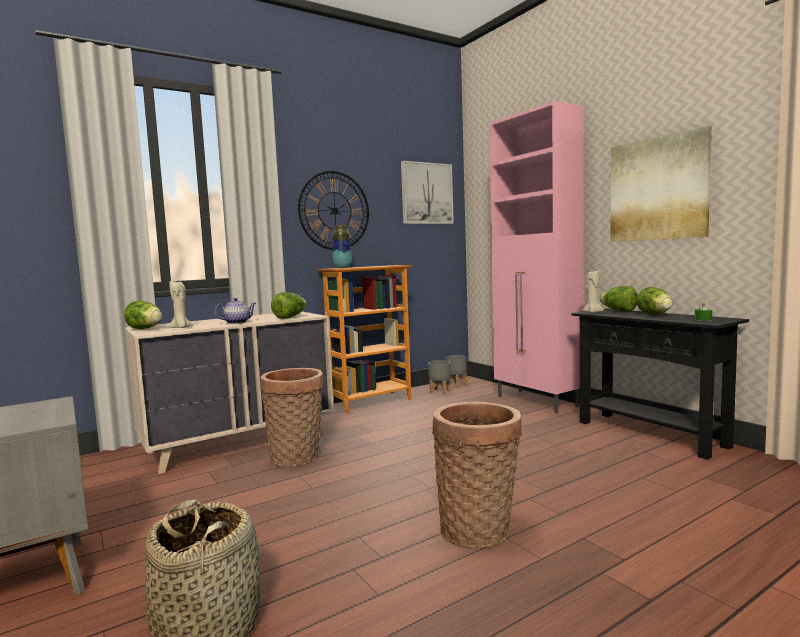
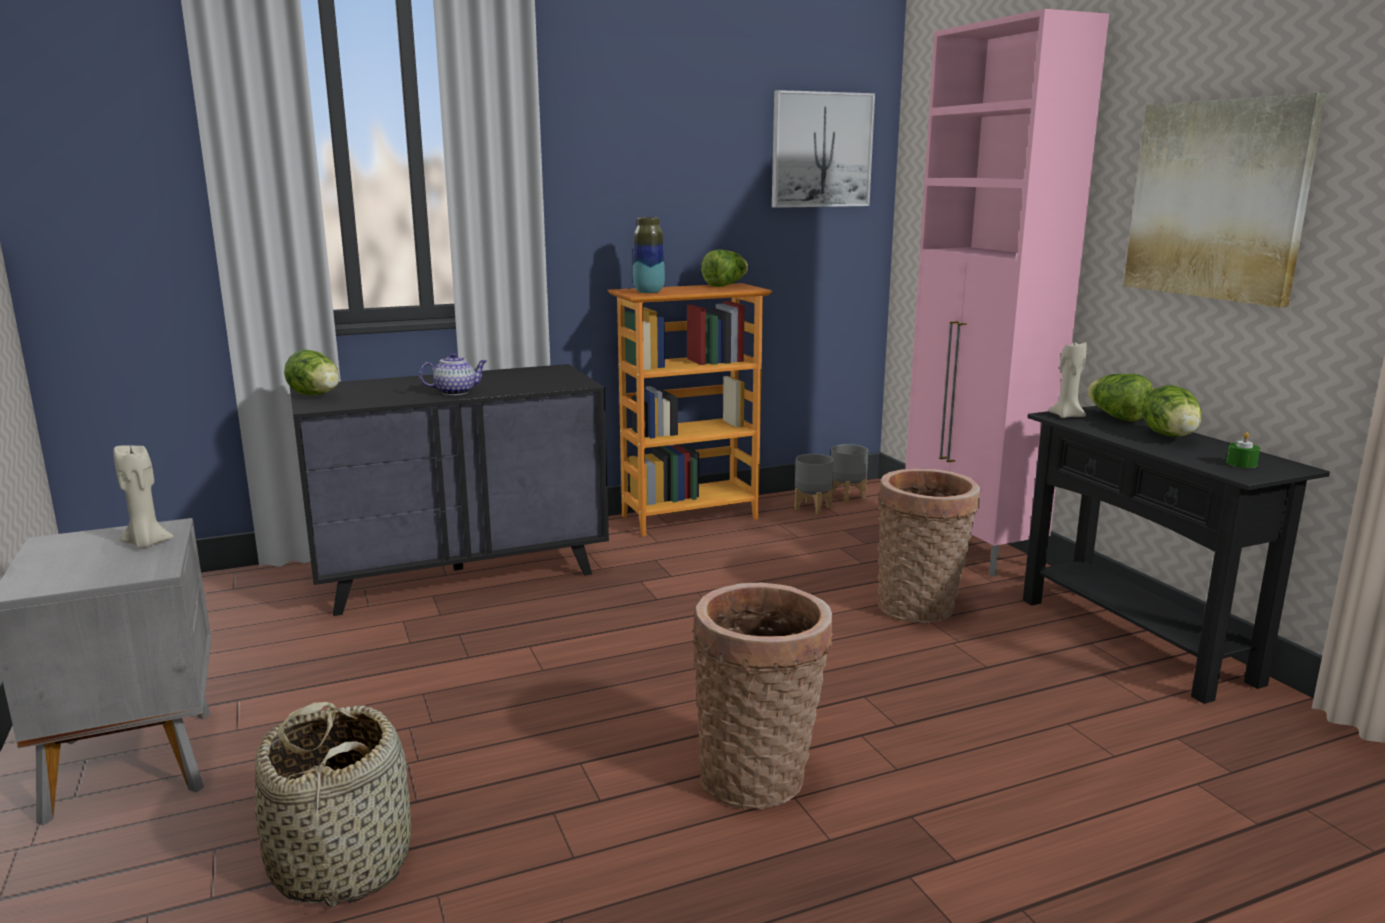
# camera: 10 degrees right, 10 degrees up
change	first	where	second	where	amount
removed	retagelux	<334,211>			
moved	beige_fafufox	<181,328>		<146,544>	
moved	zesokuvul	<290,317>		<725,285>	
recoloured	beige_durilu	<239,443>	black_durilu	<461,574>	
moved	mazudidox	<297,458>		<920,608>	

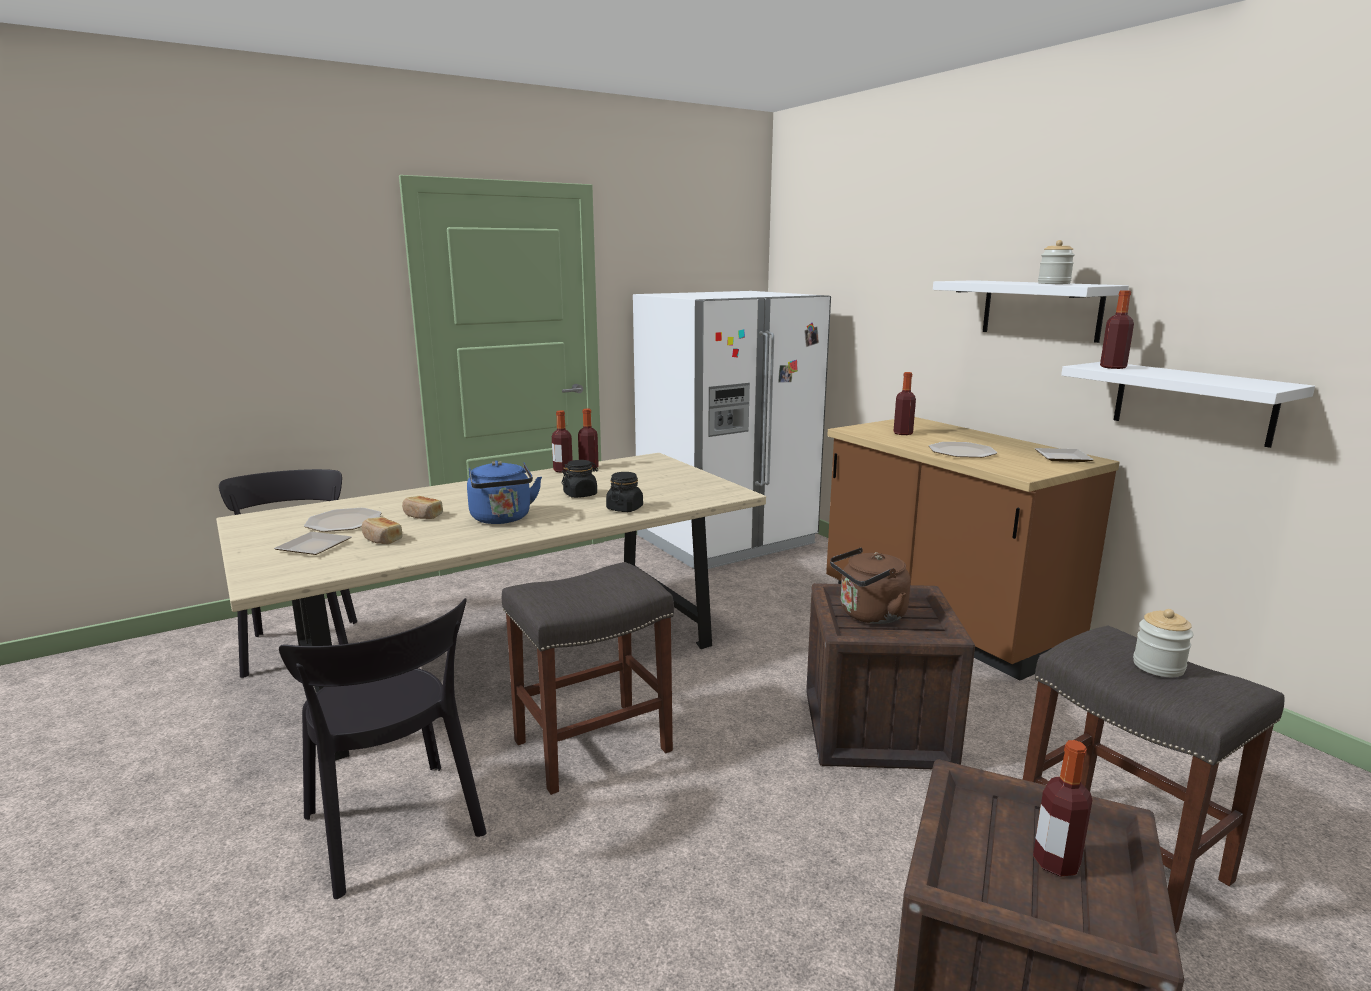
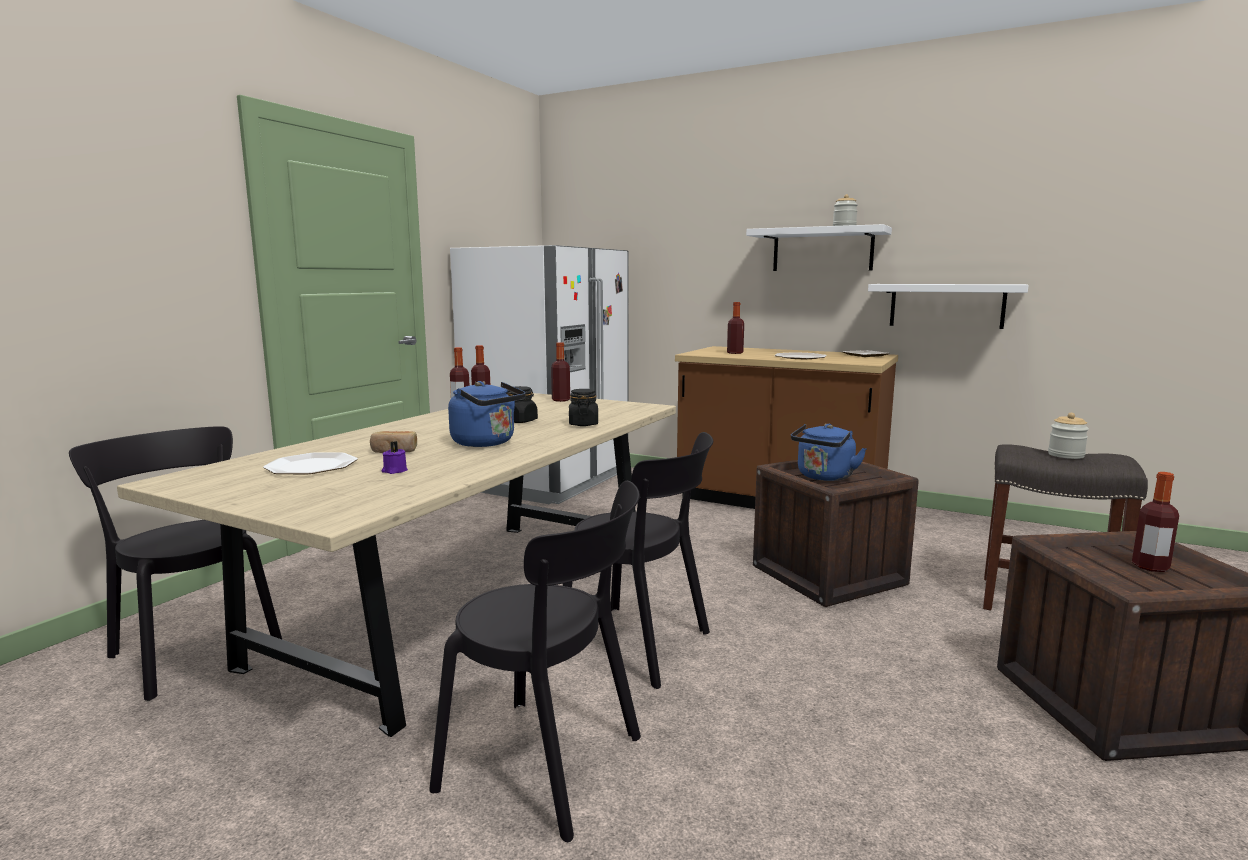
# camera: 30 degrees left, 5 degrees down
change	first	where	second	where	amount
moved	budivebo	<1113,367>		<561,400>	
replaced	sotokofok	<381,539>	purple_fafufox	<394,471>	
removed	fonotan	<314,546>			
recoloured	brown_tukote	<869,615>	blue_tukote	<824,477>	
replaced	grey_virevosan	<591,747>	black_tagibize	<640,646>	

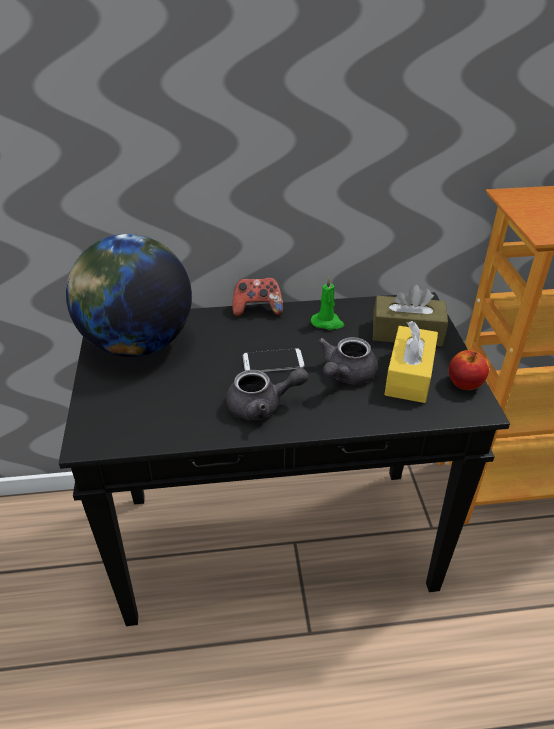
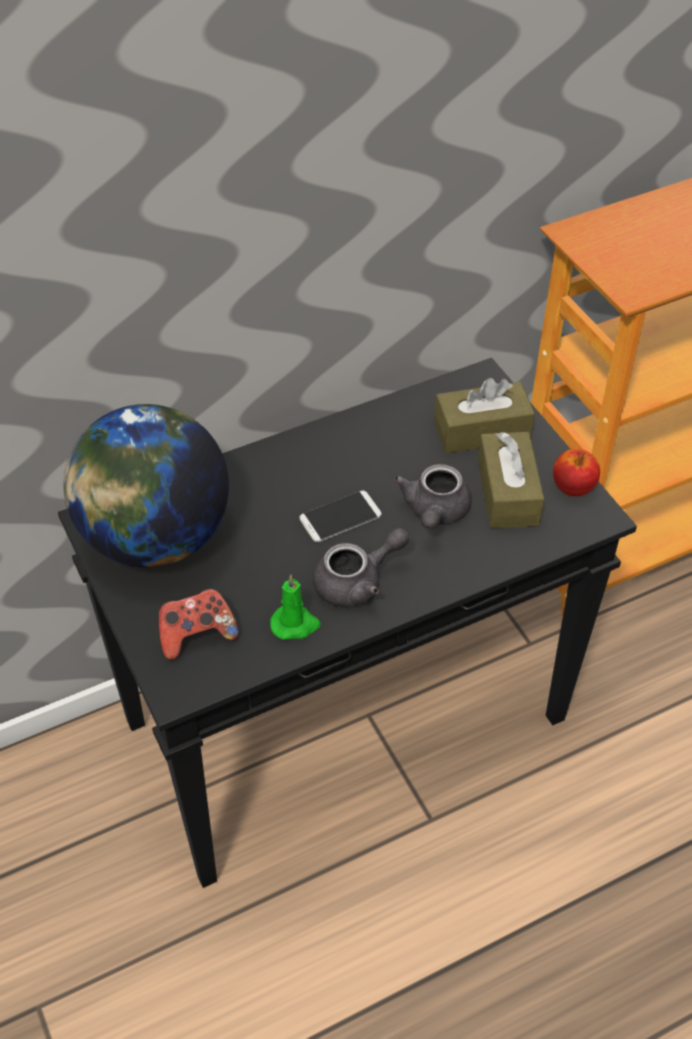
# camera: 20 degrees left, 10 degrees up
change	first	where	second	where	amount
moved	green_fafufox	<327,323>		<295,624>	
moved	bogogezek	<257,309>		<197,635>	
recoloured	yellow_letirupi	<409,375>	brown_letirupi	<507,493>	

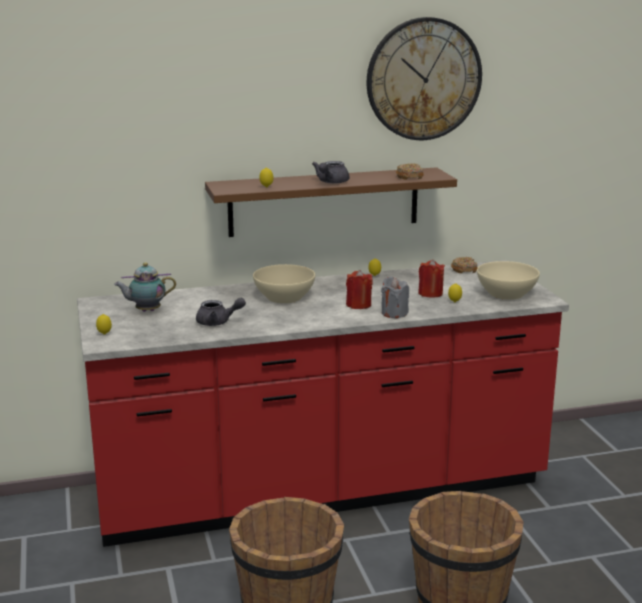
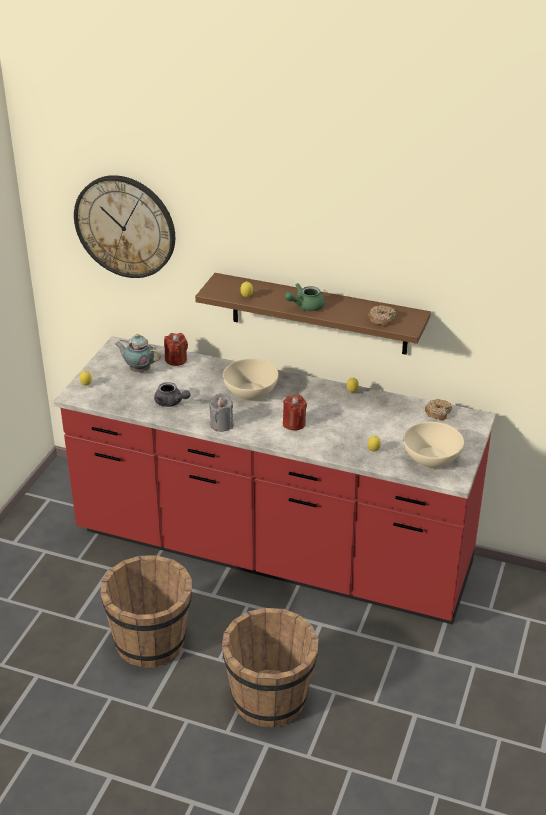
# camera: 35 degrees right, 15 degrees up
change	first	where	second	where	amount
moved	retagelux	<423,79>		<125,226>	
recoloured	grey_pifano	<330,182>	green_pifano	<305,306>	
moved	red_fafufox	<430,293>		<176,360>	
moved	grey_fafufox	<394,313>		<221,425>	

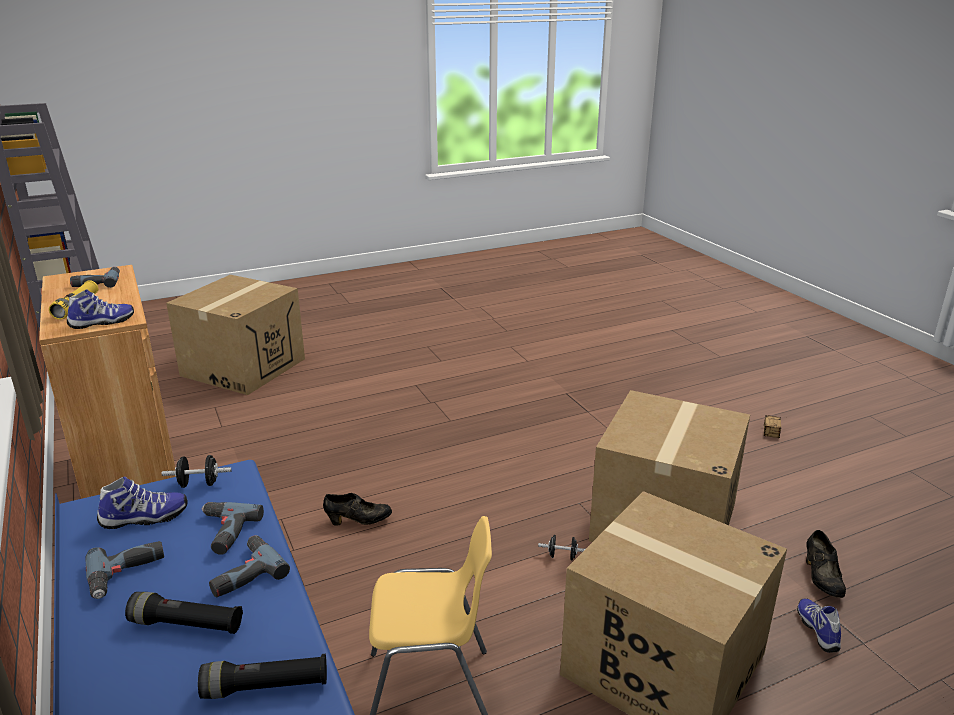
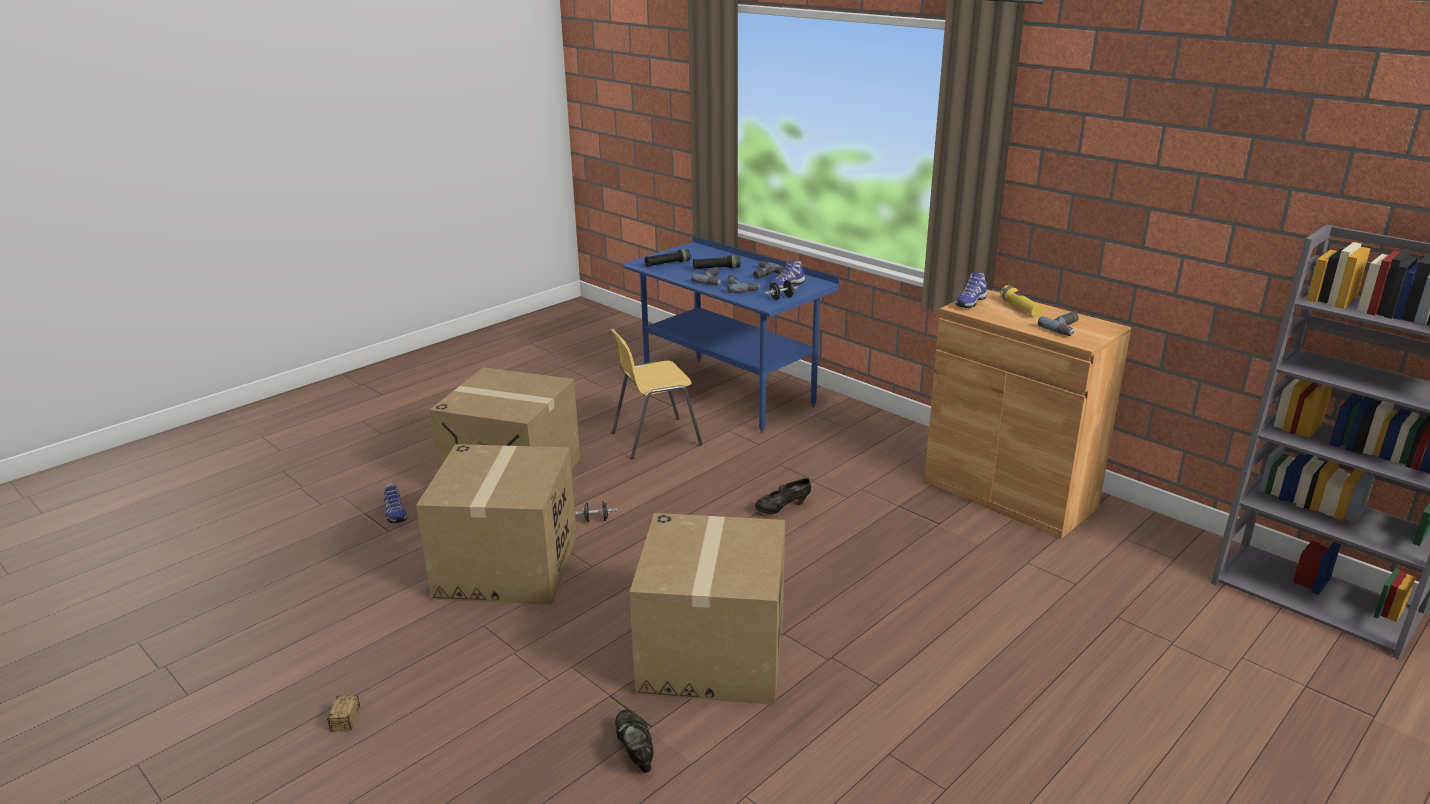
# camera: 160 degrees right, 0 degrees up
change	first	where	second	where	amount
moved	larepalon	<243,367>		<713,653>	
moved	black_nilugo	<821,579>		<635,750>	

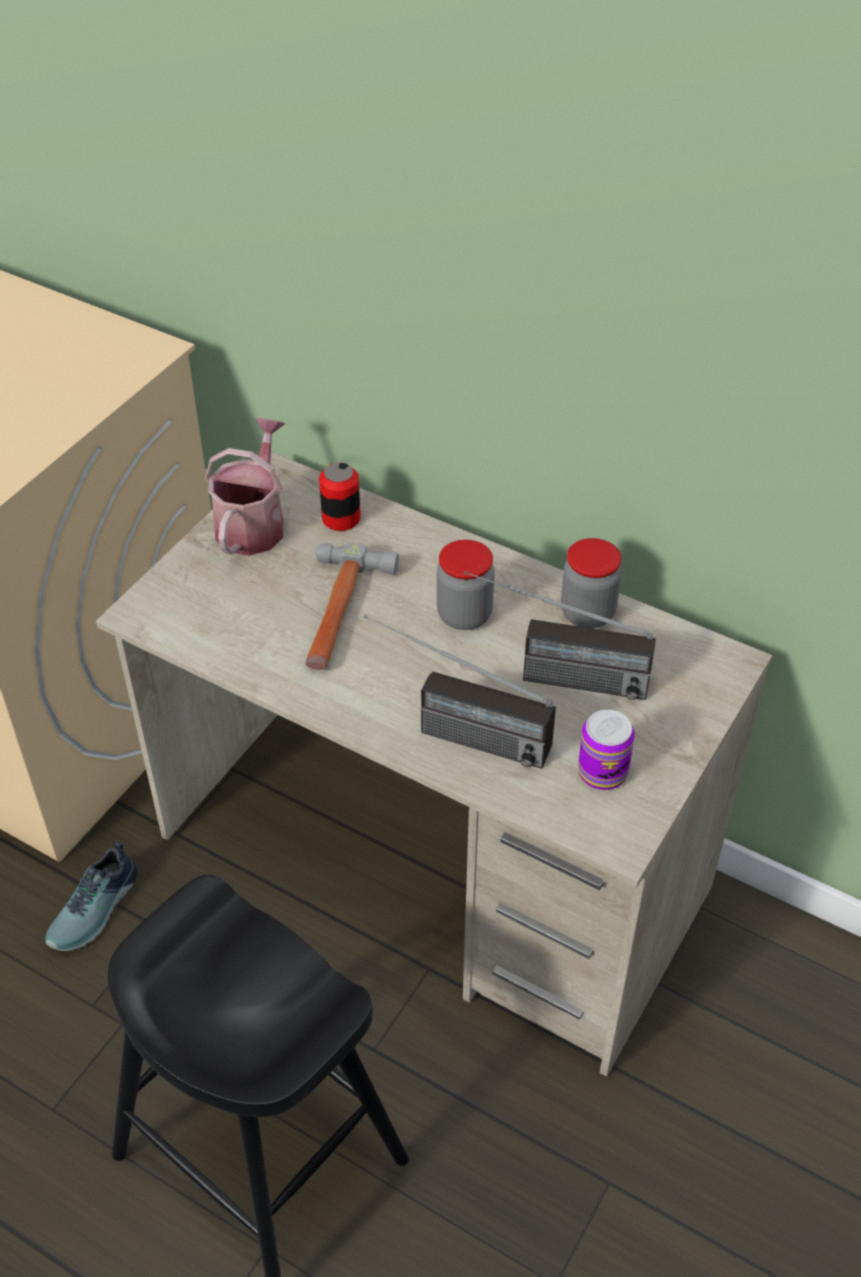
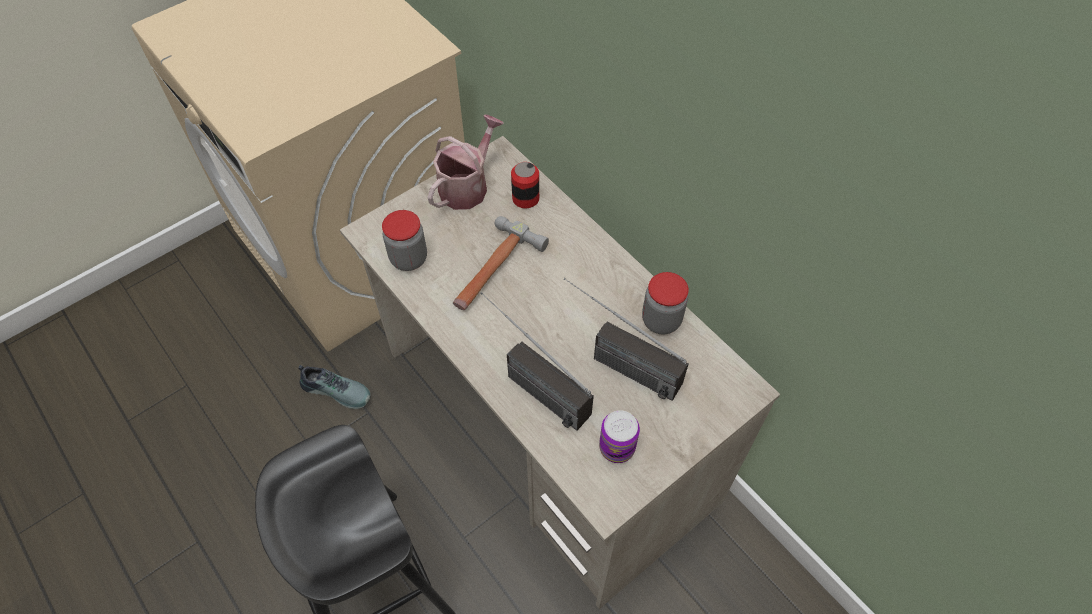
# camera: 20 degrees right, 10 degrees up
change	first	where	second	where	amount
moved	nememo	<464,615>		<409,258>	
turned	nilugo	<96,910>		<337,389>	120 degrees counterclockwise

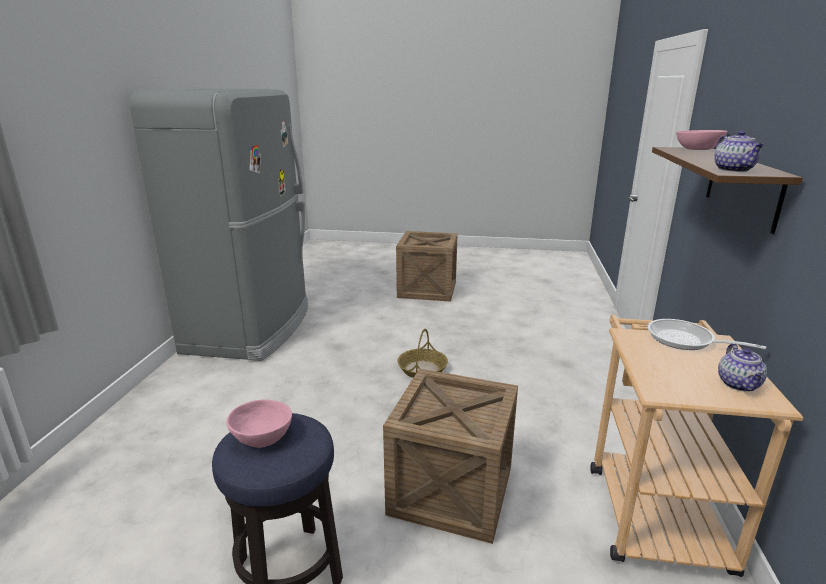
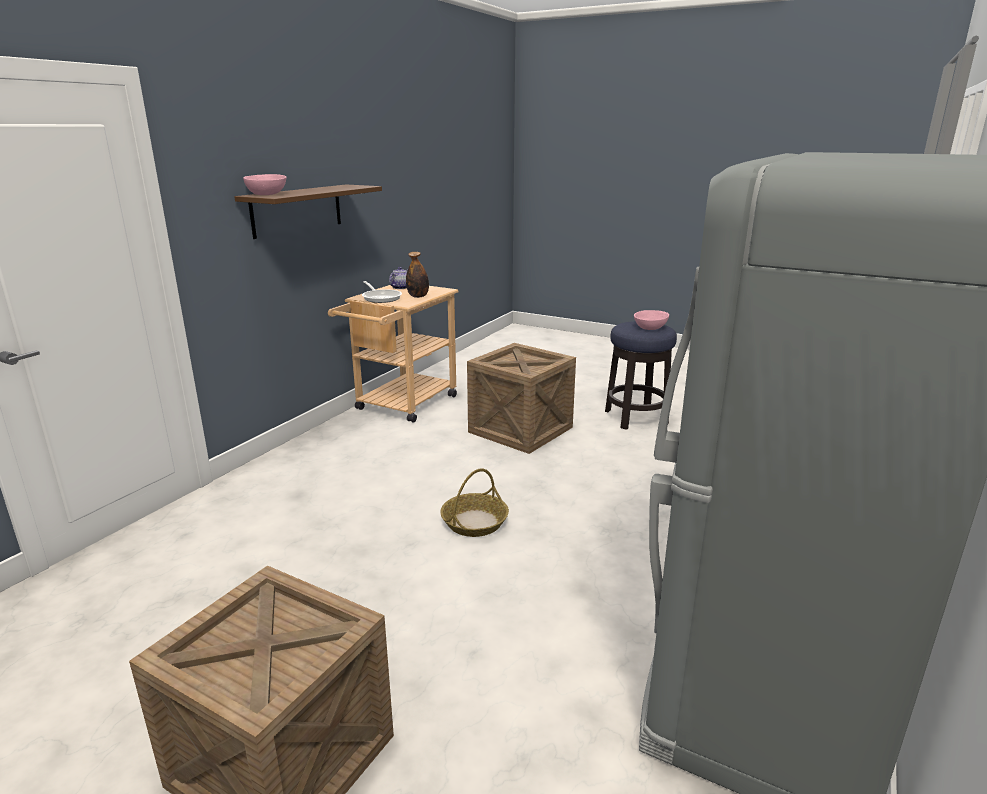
# camera: 160 degrees left, 0 degrees up
change	first	where	second	where	amount
removed	pifano	<734,170>			
added			budivebo	<418,296>	

